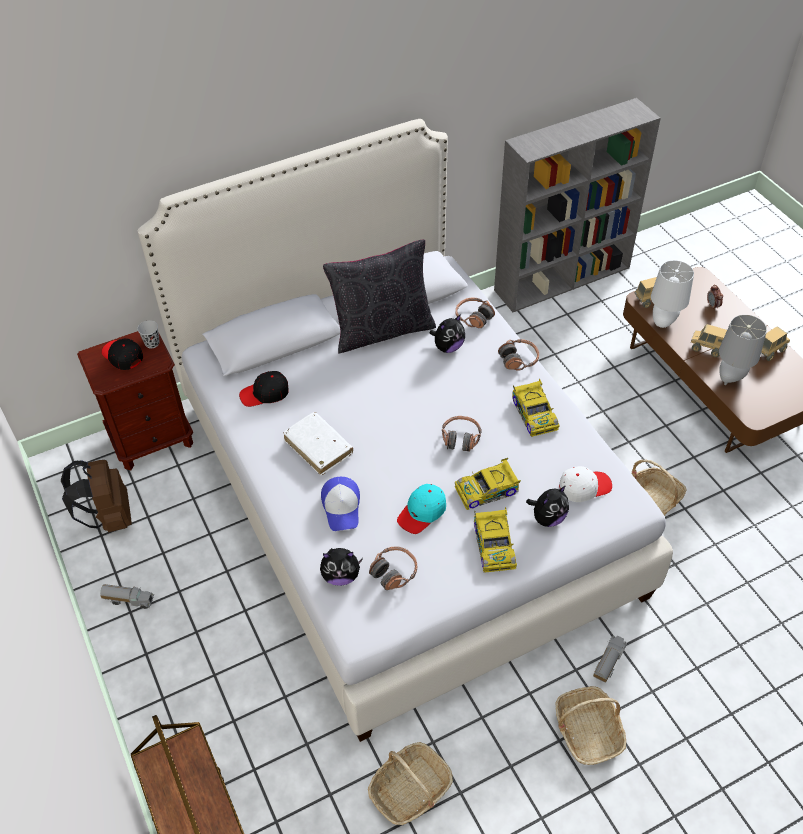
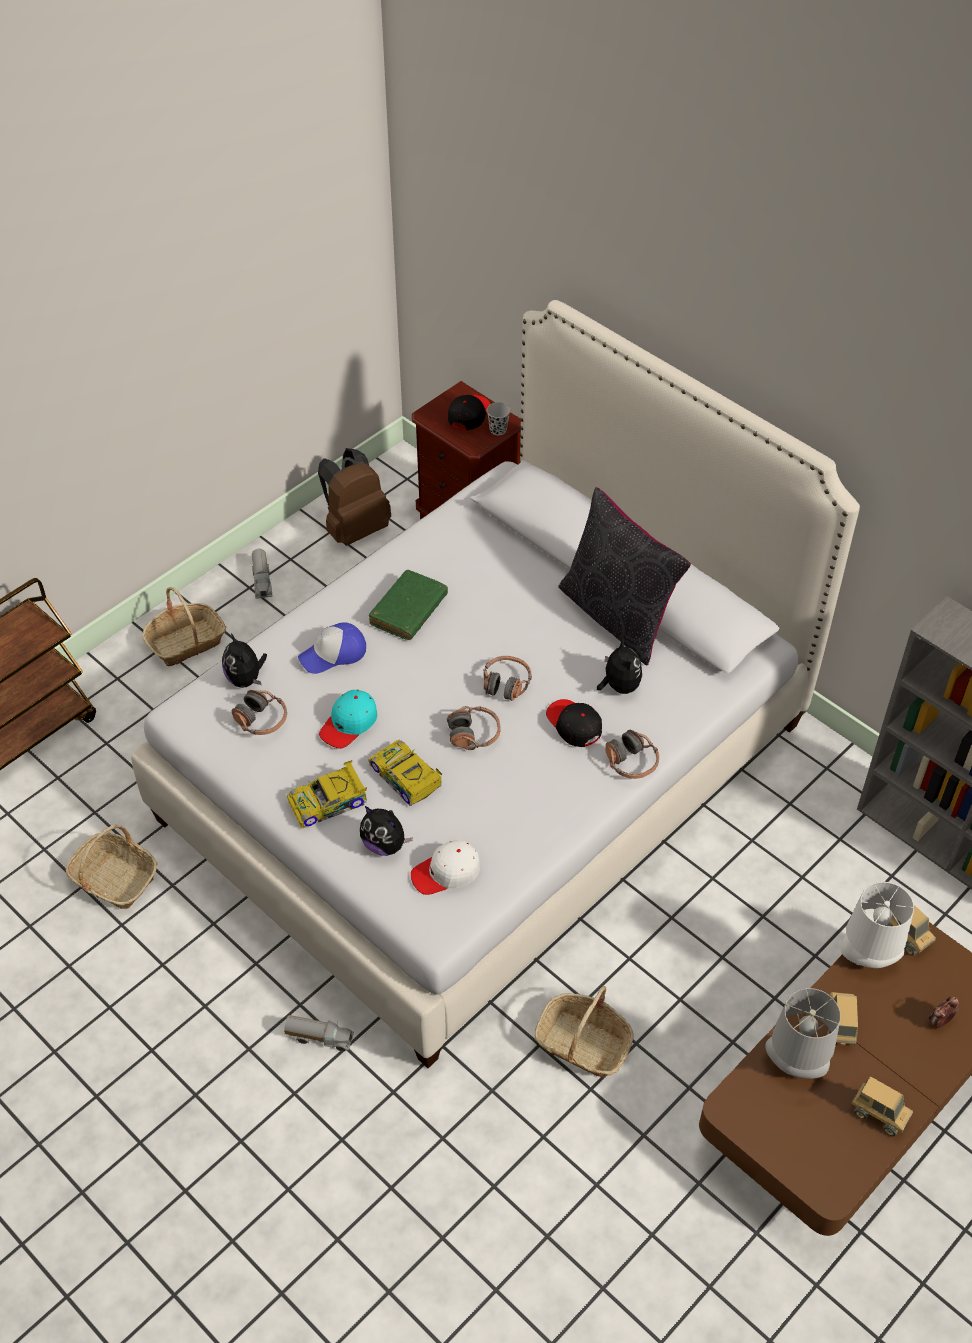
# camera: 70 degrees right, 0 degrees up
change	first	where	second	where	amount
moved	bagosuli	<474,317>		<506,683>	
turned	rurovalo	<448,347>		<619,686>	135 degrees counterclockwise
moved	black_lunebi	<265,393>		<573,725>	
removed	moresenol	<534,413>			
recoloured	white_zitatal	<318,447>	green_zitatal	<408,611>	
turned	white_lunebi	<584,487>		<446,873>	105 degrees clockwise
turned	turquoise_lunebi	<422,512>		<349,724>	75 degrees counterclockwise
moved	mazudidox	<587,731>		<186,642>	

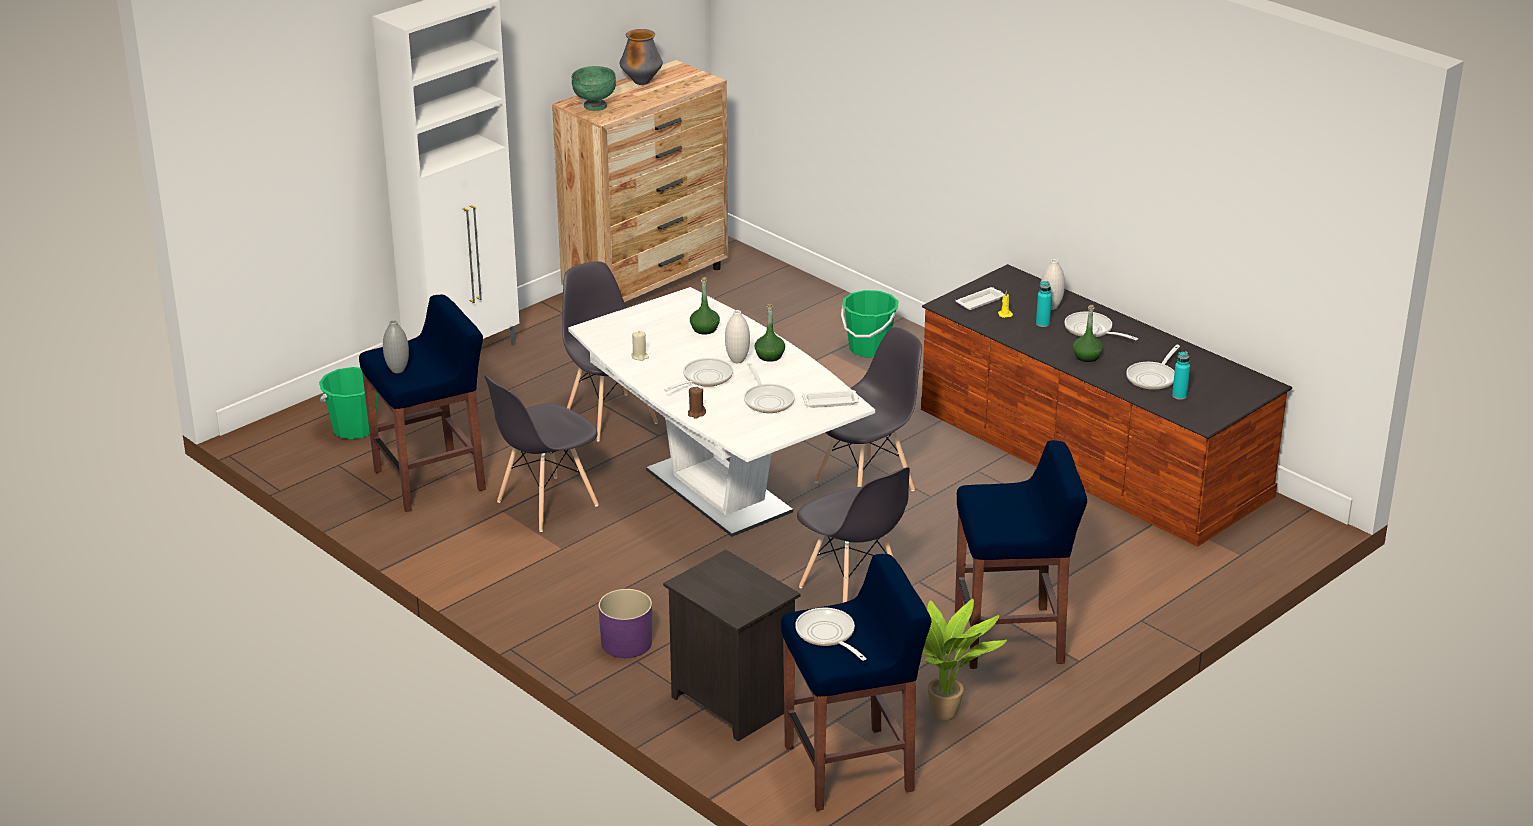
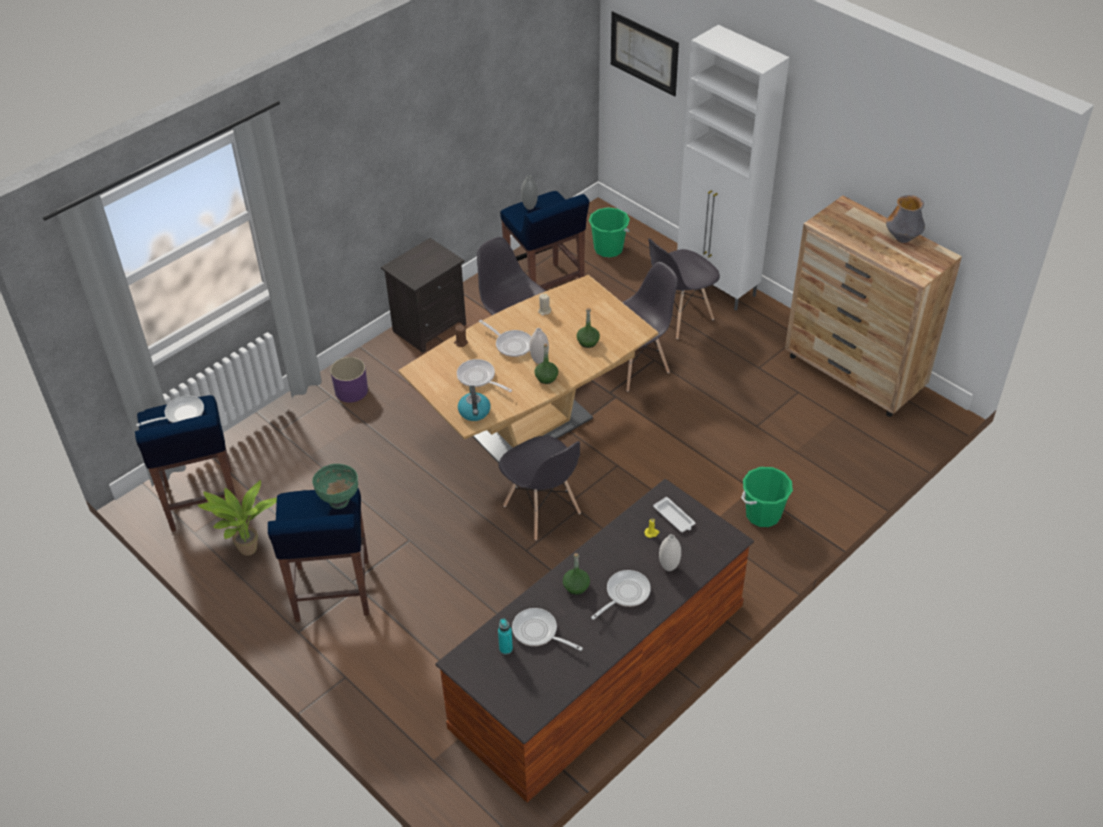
# camera: 90 degrees right, 15 degrees up
change	first	where	second	where	amount
moved	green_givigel	<594,106>		<339,500>	
removed	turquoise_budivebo	<1042,323>			
recoloured	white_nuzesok	<718,491>	brown_nuzesok	<532,427>	
turned	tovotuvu	<767,400>		<478,378>	60 degrees clockwise
replaced	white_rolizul	<831,402>	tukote	<474,412>	
moved	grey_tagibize	<852,593>		<679,316>	
moved	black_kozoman	<729,702>		<429,326>	
added			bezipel	<644,53>	

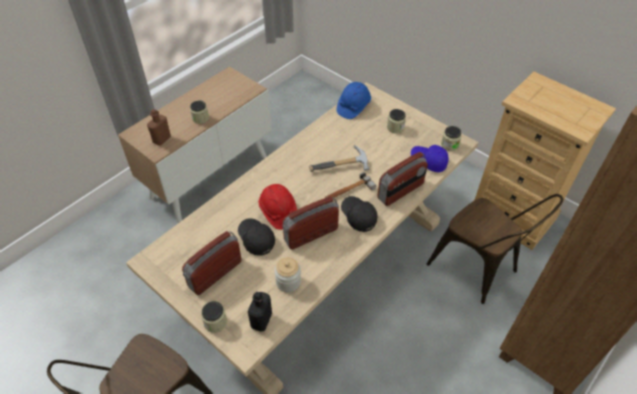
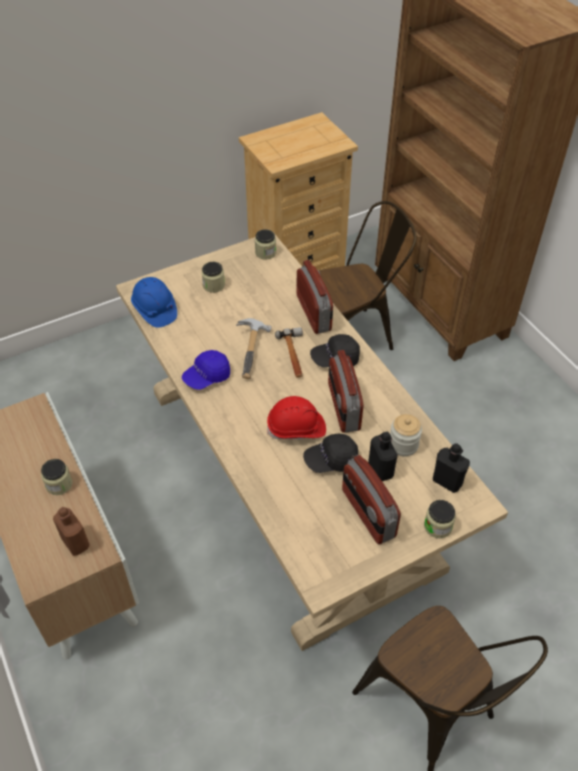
# camera: 70 degrees left, 0 degrees up
change	first	where	second	where	amount
moved	blue_lunebi	<428,161>		<207,377>	
added			black_budivebo	<380,470>	

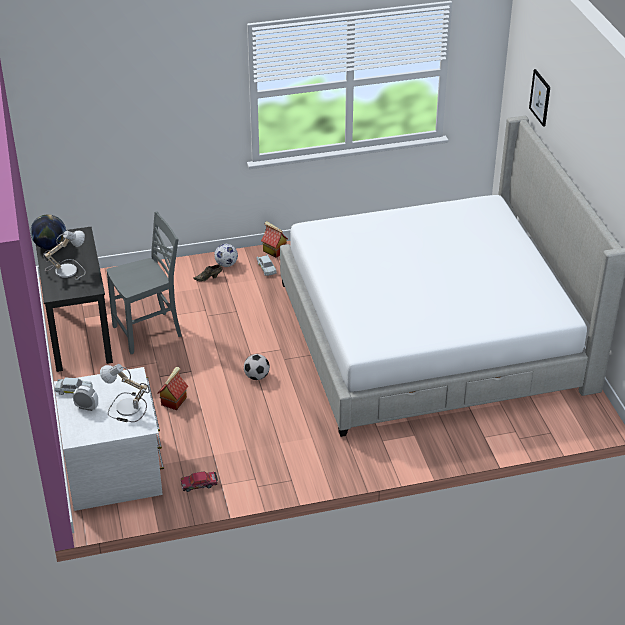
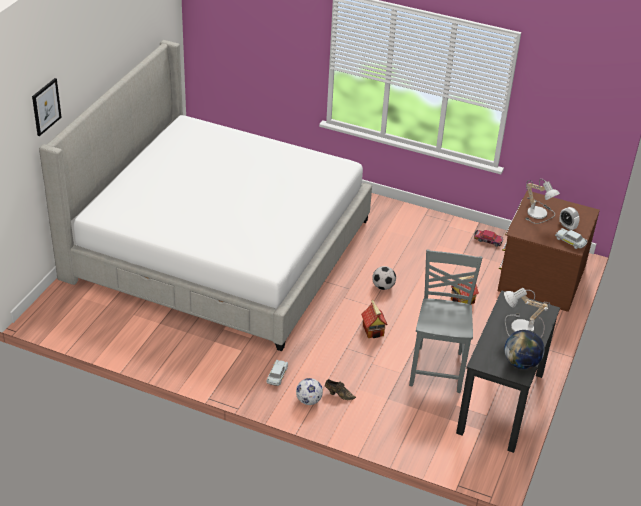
# camera: 145 degrees left, 0 degrees up
change	first	where	second	where	amount
turned	grey_tagibize	<149,332>		<438,368>	90 degrees clockwise
moved	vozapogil	<274,251>		<373,331>	
recoloured	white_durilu	<114,468>	brown_durilu	<540,277>	

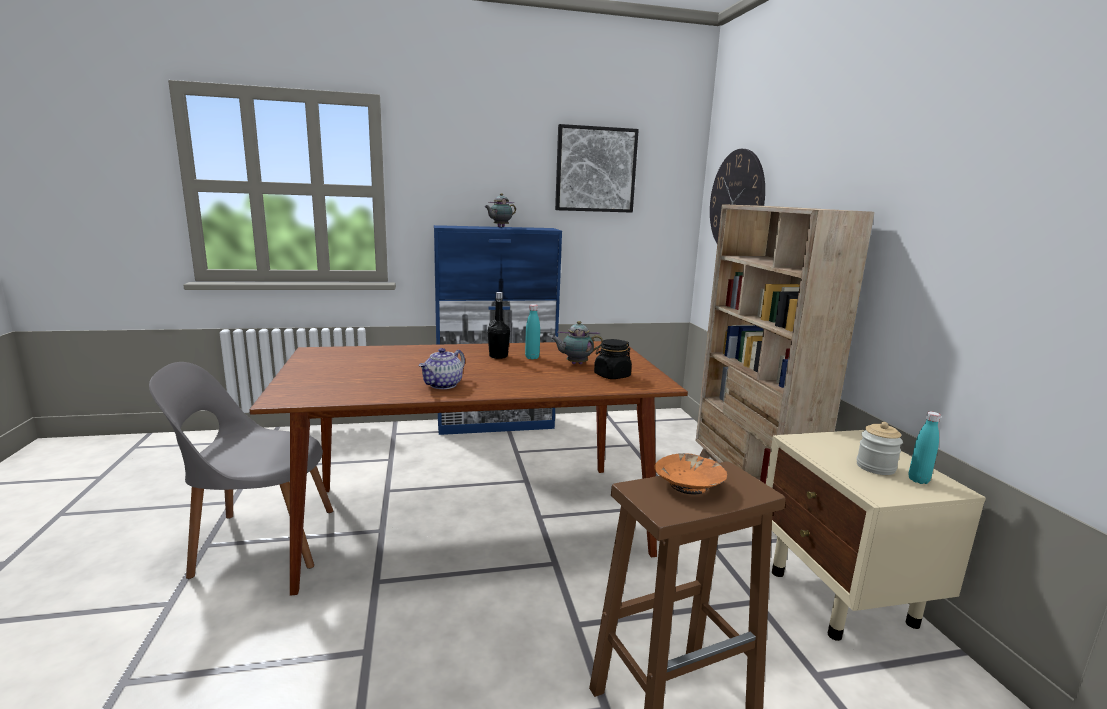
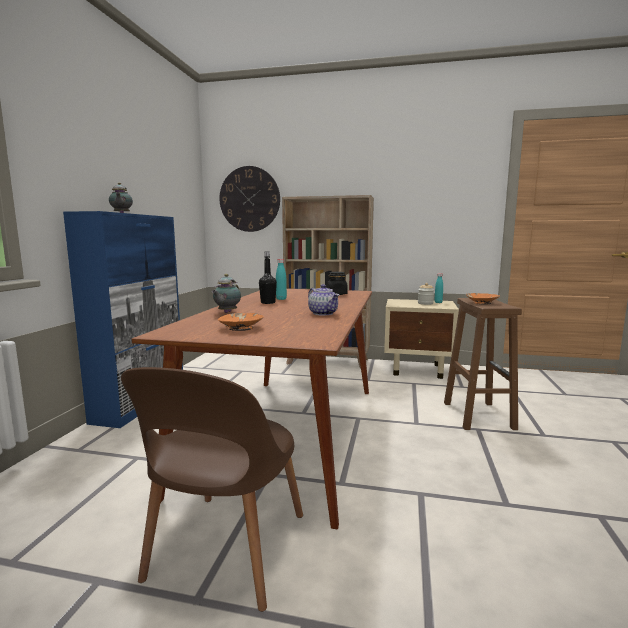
# camera: 65 degrees left, 5 degrees down
change	first	where	second	where	amount
removed	bezipel	<595,169>			
moved	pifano	<575,364>		<226,312>	
recoloured	grey_tagibize	<259,541>	brown_tagibize	<225,551>	
added			orange_givigel	<241,328>	

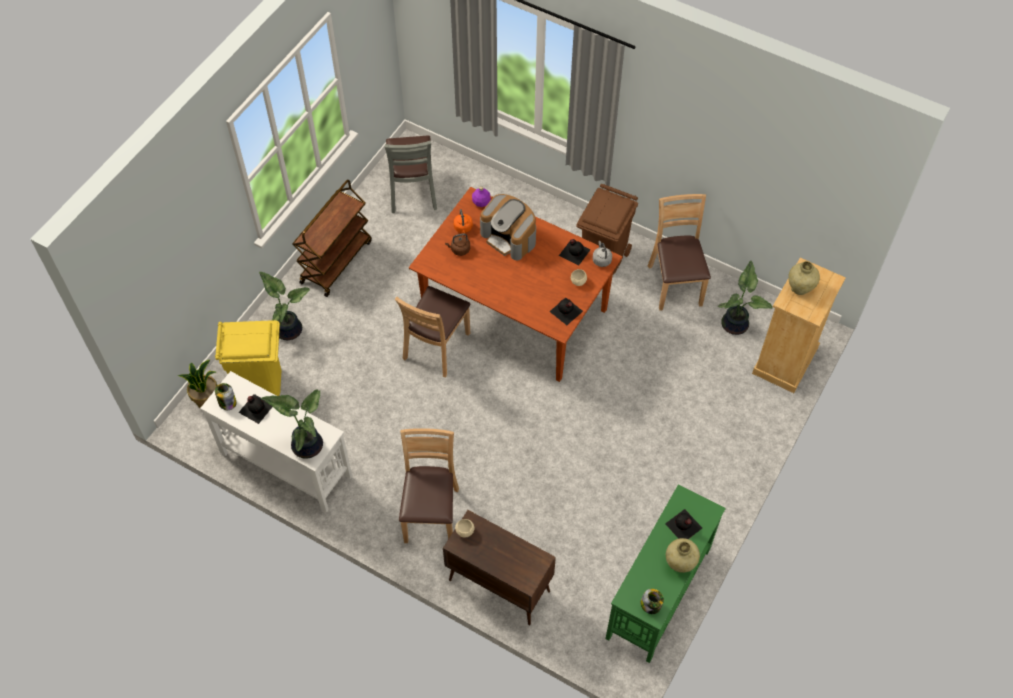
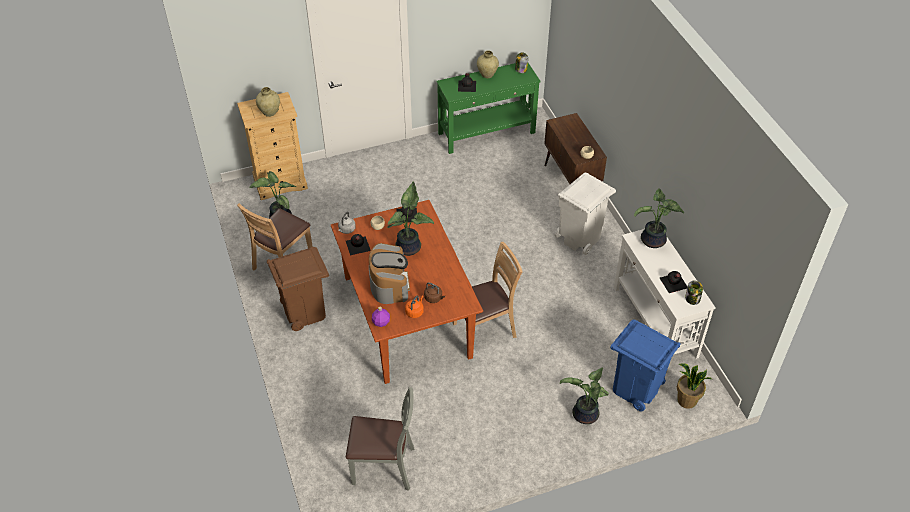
# camera: 140 degrees left, 10 degrees down
change	first	where	second	where	amount
turned	grey_tagibize	<412,191>		<384,467>	60 degrees clockwise
removed	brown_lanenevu	<336,261>			
recoloured	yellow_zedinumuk	<260,382>	blue_zedinumuk	<635,389>	
replaced	brown_tagibize	<431,514>	white_zedinumuk	<579,237>	
added			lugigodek	<410,247>	

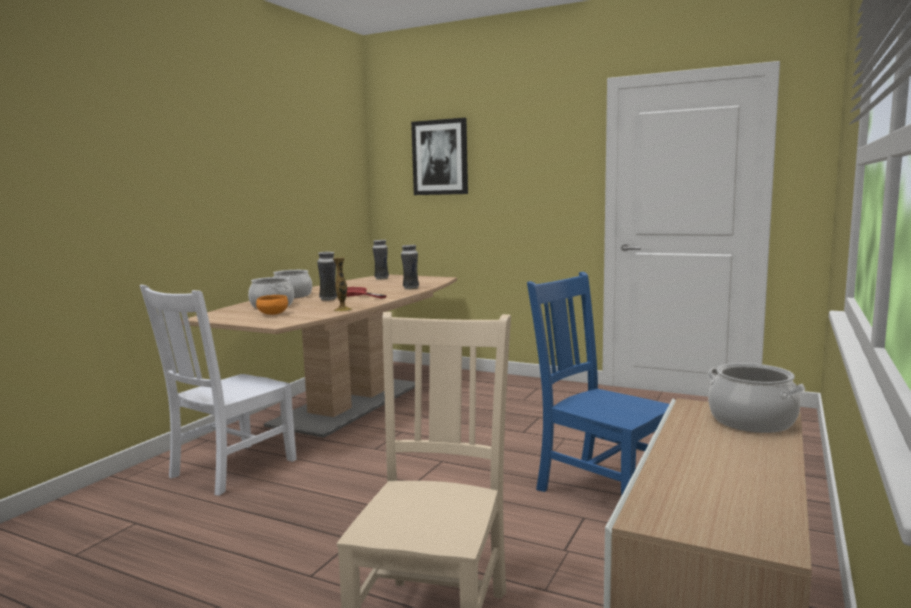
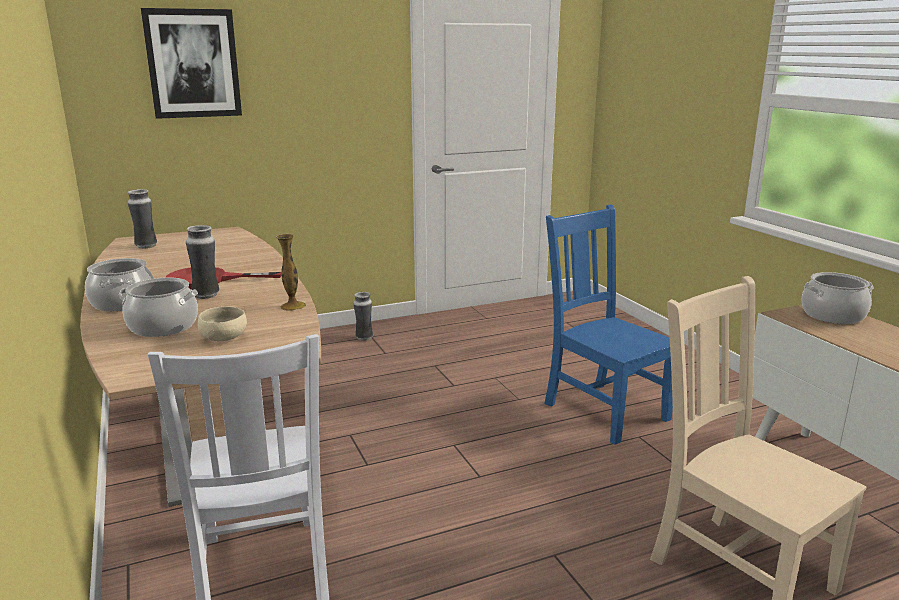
# camera: 50 degrees left, 10 degrees up
change	first	where	second	where	amount
moved	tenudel	<410,288>		<364,338>	
turned	blue_tagibize	<600,489>		<603,409>	60 degrees clockwise
recoloured	orange_givigel	<273,314>	beige_givigel	<225,339>	

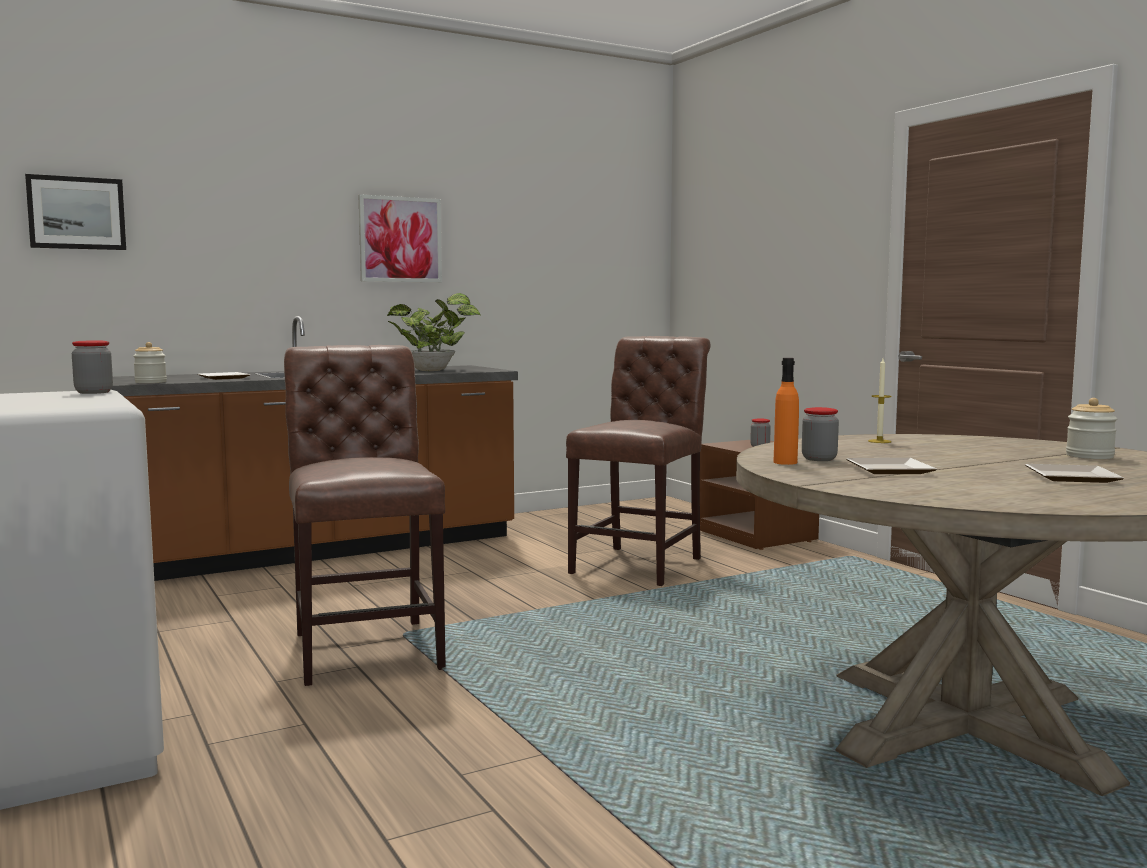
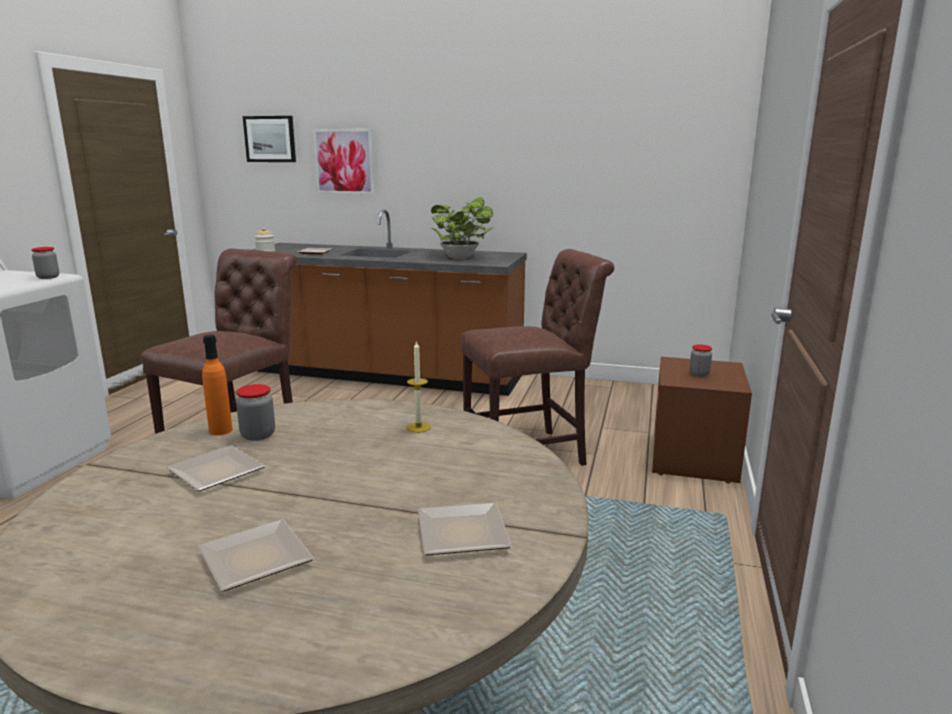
# camera: 45 degrees right, 10 degrees up
change	first	where	second	where	amount
moved	bezipel	<400,239>		<344,161>	
replaced	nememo	<1089,456>	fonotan	<460,536>	

